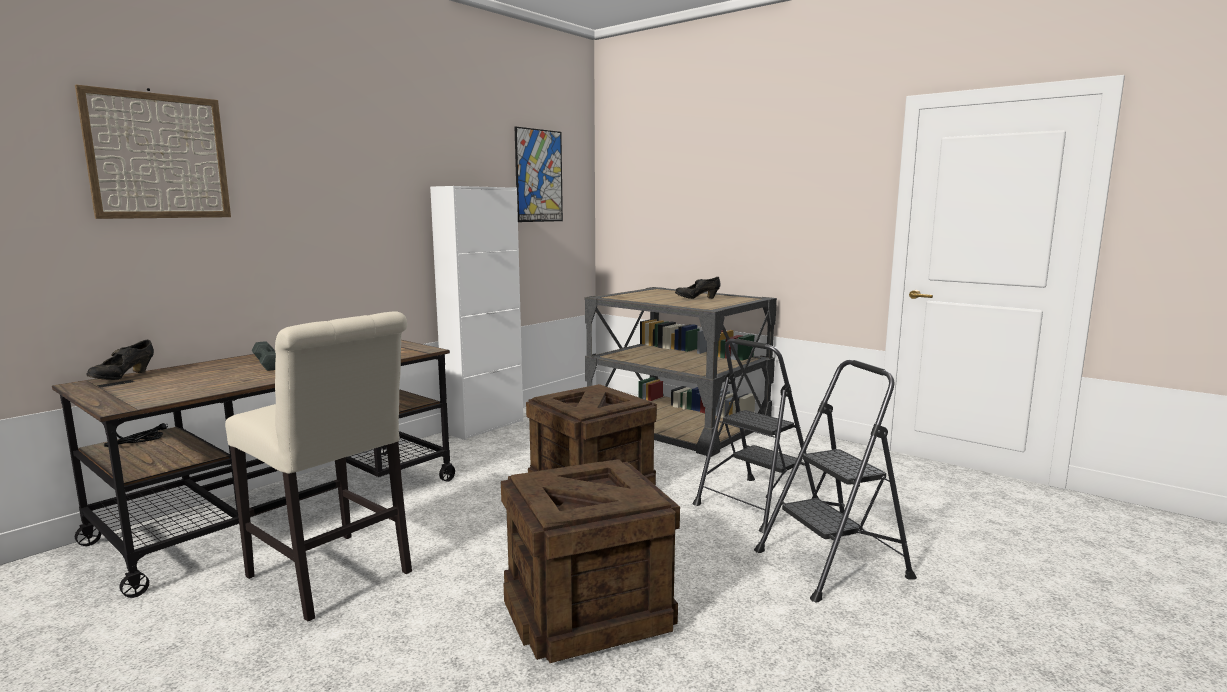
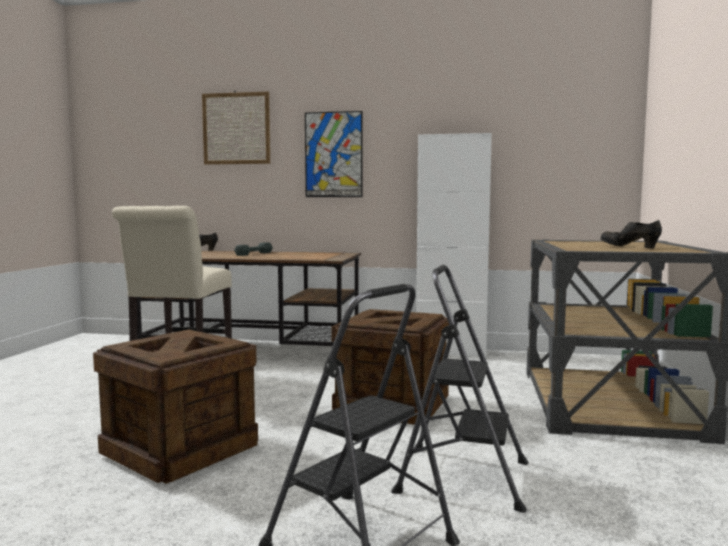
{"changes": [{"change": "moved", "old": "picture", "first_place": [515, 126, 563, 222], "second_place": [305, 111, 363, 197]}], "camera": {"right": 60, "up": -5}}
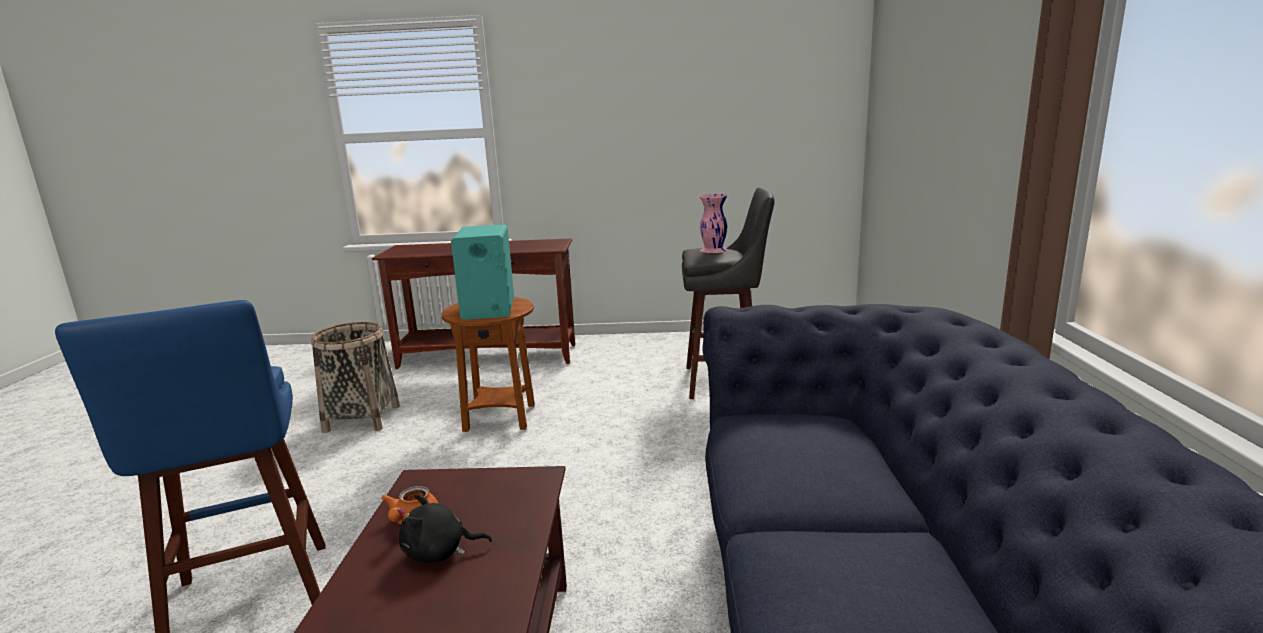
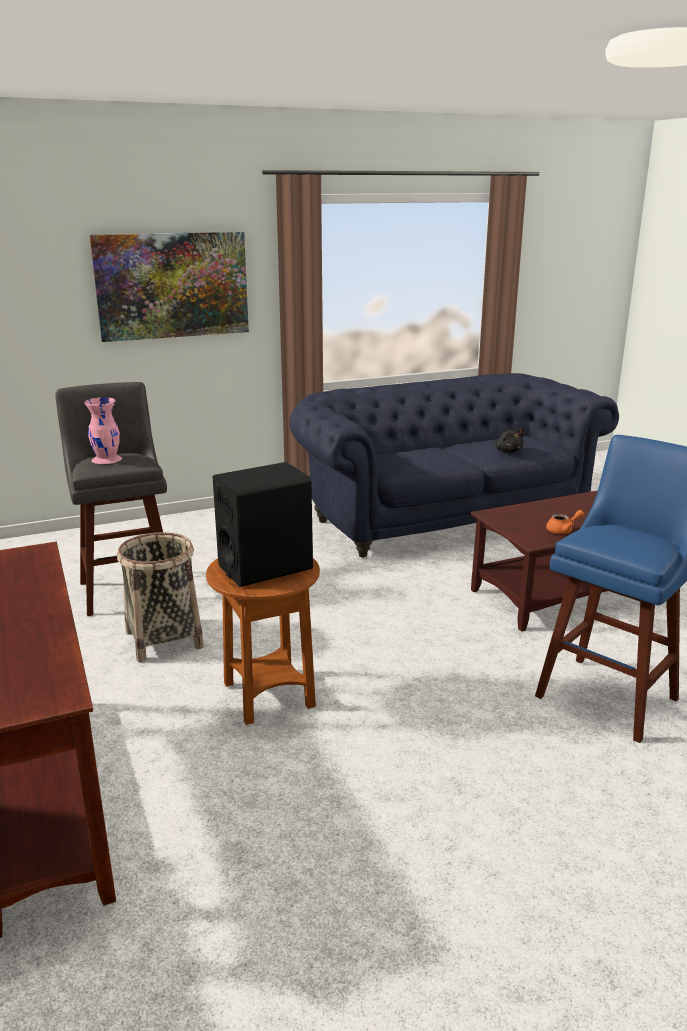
{"changes": [{"change": "recoloured", "old": "audio speaker (blue-green)", "new": "audio speaker (black-coloured)", "first_place": [451, 225, 514, 320], "second_place": [213, 462, 313, 587]}, {"change": "moved", "old": "household basket", "first_place": [311, 322, 400, 433], "second_place": [117, 532, 204, 662]}, {"change": "moved", "old": "plush toy (black-coloured)", "first_place": [398, 494, 492, 563], "second_place": [493, 429, 524, 453]}, {"change": "added", "new": "picture", "second_place": [89, 232, 249, 342]}], "camera": {"right": -115, "up": 5}}
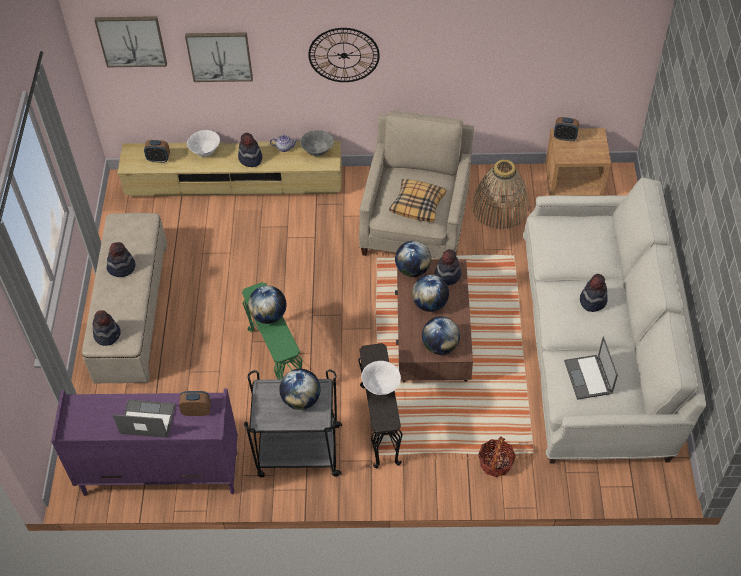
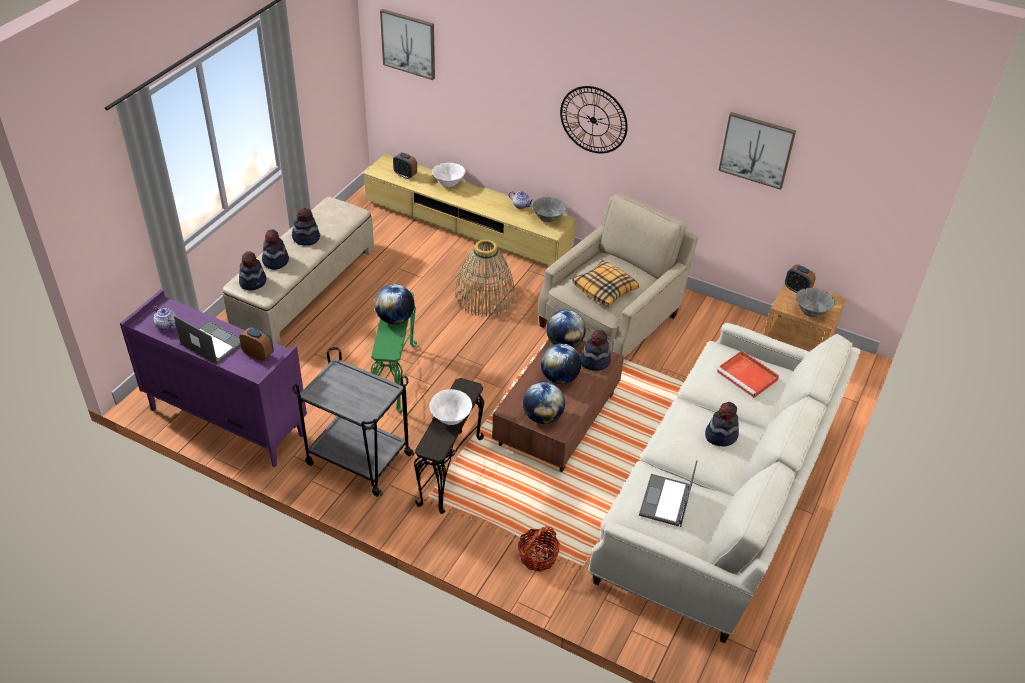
{"changes": [{"change": "moved", "old": "picture", "first_place": [185, 32, 253, 82], "second_place": [718, 112, 796, 190]}, {"change": "moved", "old": "wearable hat", "first_place": [238, 133, 262, 167], "second_place": [262, 229, 289, 270]}, {"change": "moved", "old": "household basket", "first_place": [472, 159, 529, 230], "second_place": [455, 239, 515, 316]}, {"change": "removed", "old": "world globe", "first_place": [279, 369, 320, 410]}, {"change": "added", "new": "bowl (greyish)", "second_place": [796, 288, 835, 317]}, {"change": "added", "new": "pot for tea", "second_place": [153, 305, 176, 331]}, {"change": "added", "new": "carrying tray (red-coloured)", "second_place": [717, 351, 779, 398]}], "camera": {"right": 25, "up": -10}}
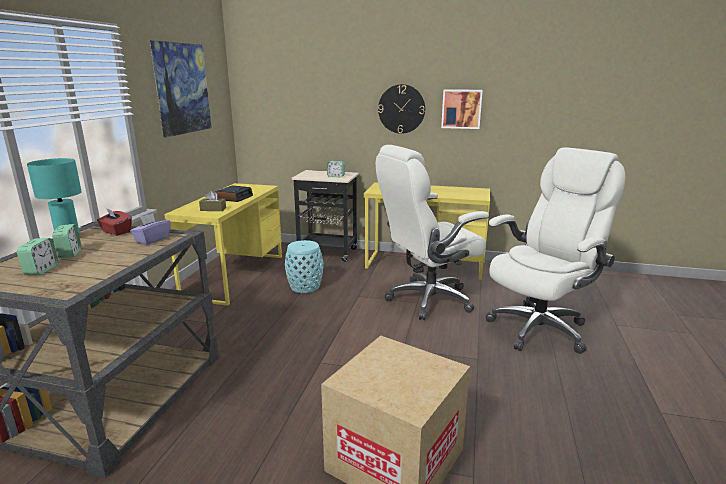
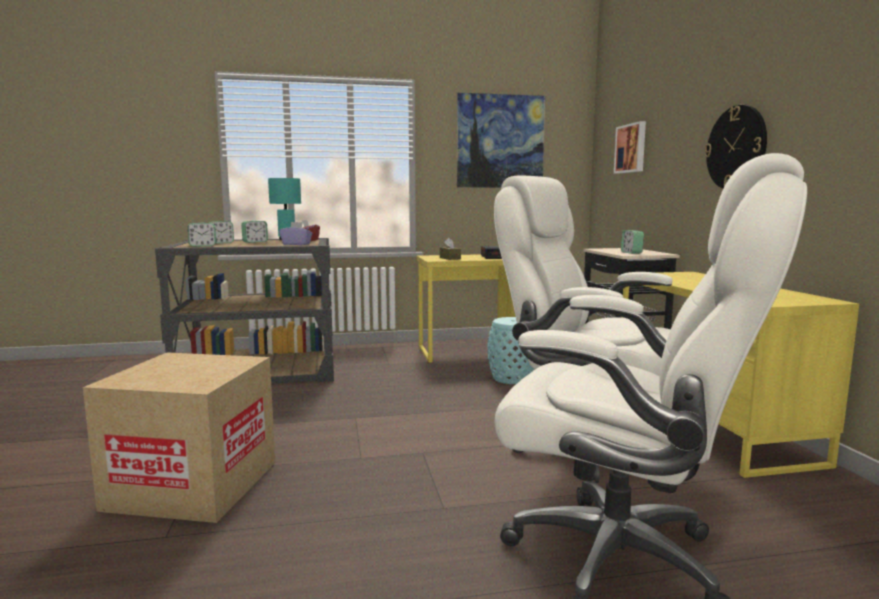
{"changes": [{"change": "moved", "old": "picture", "first_place": [441, 89, 483, 129], "second_place": [614, 121, 646, 174]}, {"change": "added", "new": "bedside clock", "second_place": [188, 223, 216, 247]}], "camera": {"right": 65, "up": -10}}
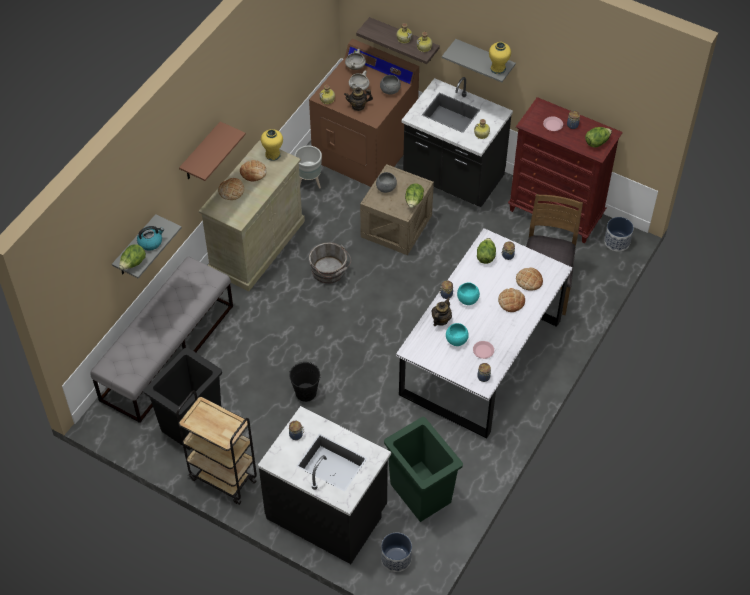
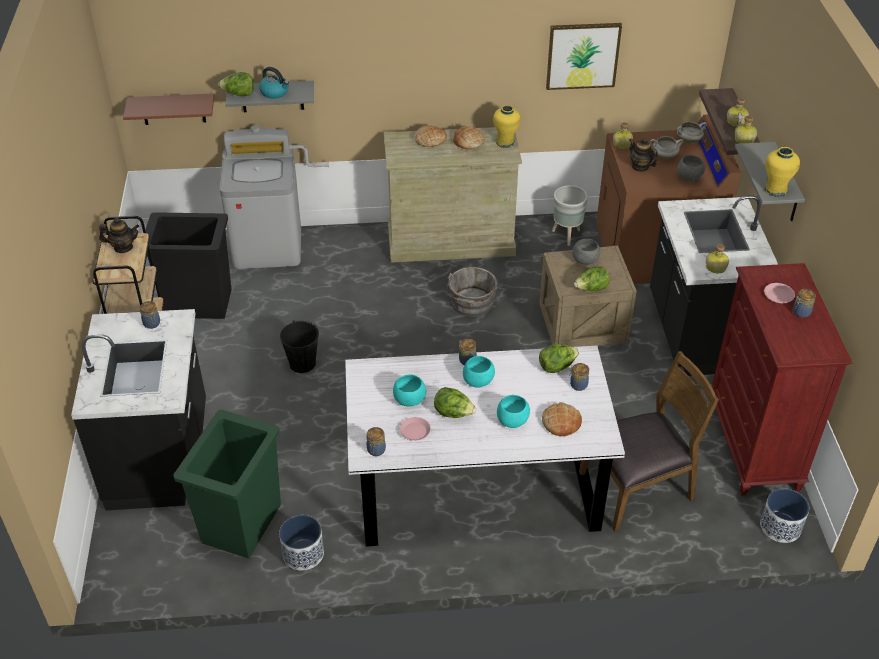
{"changes": [{"change": "moved", "old": "shelf (brown-coloured)", "first_place": [179, 122, 246, 181], "second_place": [123, 93, 214, 125]}, {"change": "moved", "old": "lettuce head", "first_place": [585, 127, 612, 147], "second_place": [434, 387, 476, 418]}, {"change": "replaced", "old": "indoor bench (greyish)", "new": "washing machine (greyish)", "first_place": [90, 256, 233, 423], "second_place": [220, 125, 329, 269]}, {"change": "replaced", "old": "bread", "new": "bowl (blue-green)", "first_place": [498, 288, 525, 312], "second_place": [497, 395, 530, 428]}, {"change": "moved", "old": "pot for tea", "first_place": [431, 297, 452, 326], "second_place": [99, 218, 139, 253]}, {"change": "moved", "old": "plant pot", "first_place": [381, 532, 412, 572], "second_place": [279, 515, 324, 570]}, {"change": "added", "new": "picture", "second_place": [546, 23, 622, 90]}], "camera": {"right": 55, "up": -10}}
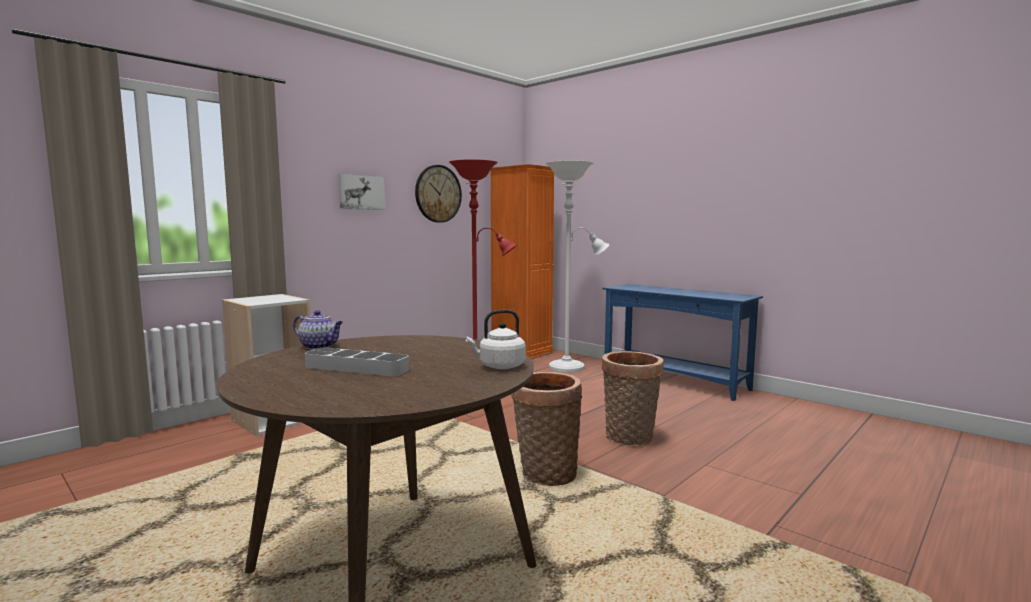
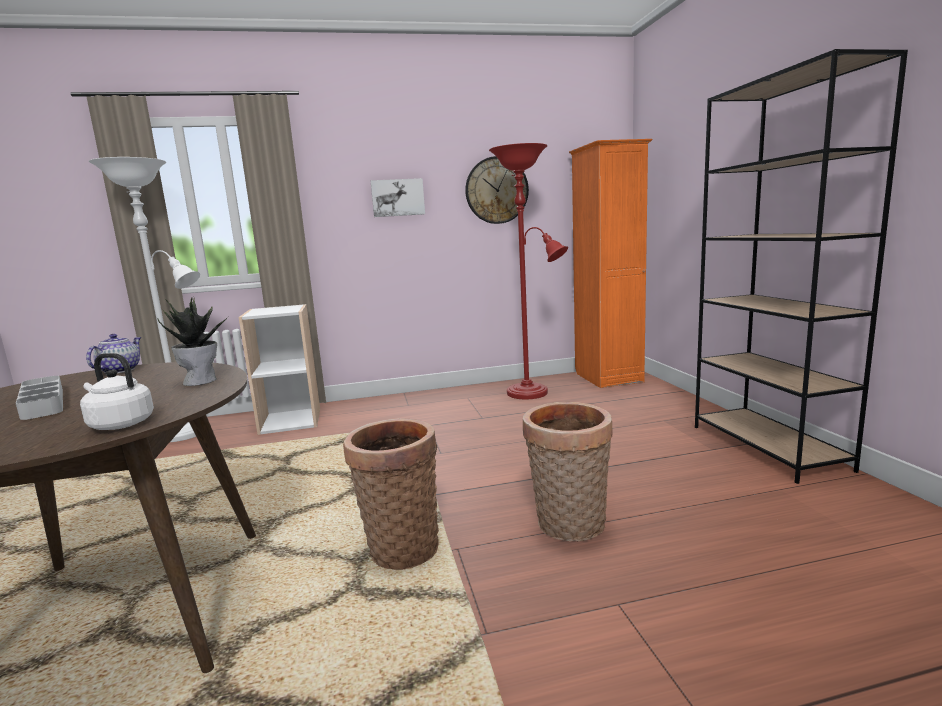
{"changes": [{"change": "moved", "old": "floor lamp (white-coloured)", "first_place": [546, 160, 609, 373], "second_place": [89, 157, 200, 442]}, {"change": "replaced", "old": "console table (bluish)", "new": "bookcase (sand-coloured)", "first_place": [602, 284, 763, 401], "second_place": [695, 49, 908, 484]}, {"change": "turned", "old": "pot for tea", "first_place": [293, 310, 343, 349], "second_place": [86, 334, 141, 373], "degrees": -135}, {"change": "added", "new": "plant in a pot", "second_place": [157, 298, 228, 386]}], "camera": {"right": 35, "up": 5}}
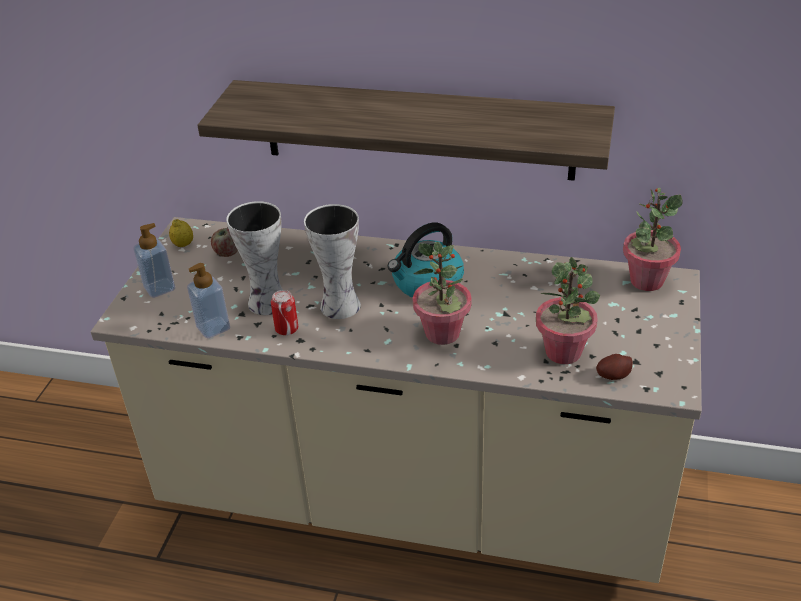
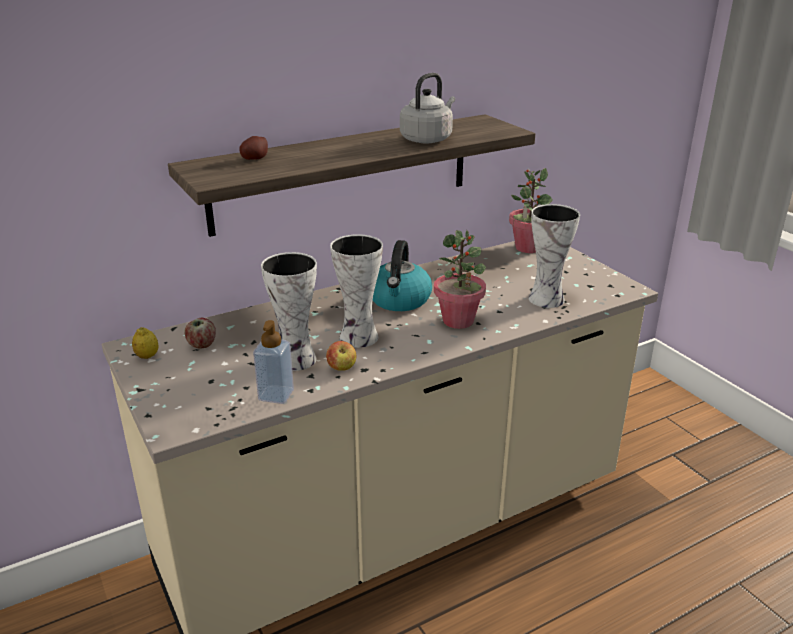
{"changes": [{"change": "removed", "old": "liquid soap bottle", "first_place": [133, 223, 175, 298]}, {"change": "replaced", "old": "plant in a pot", "new": "decorative vase", "first_place": [536, 257, 600, 364], "second_place": [529, 204, 580, 308]}, {"change": "replaced", "old": "can", "new": "whole apple", "first_place": [271, 290, 299, 335], "second_place": [326, 341, 356, 371]}, {"change": "moved", "old": "potato", "first_place": [596, 354, 633, 380], "second_place": [239, 136, 268, 160]}, {"change": "added", "new": "water kettle (greyish)", "second_place": [400, 73, 455, 144]}], "camera": {"right": -45, "up": -10}}
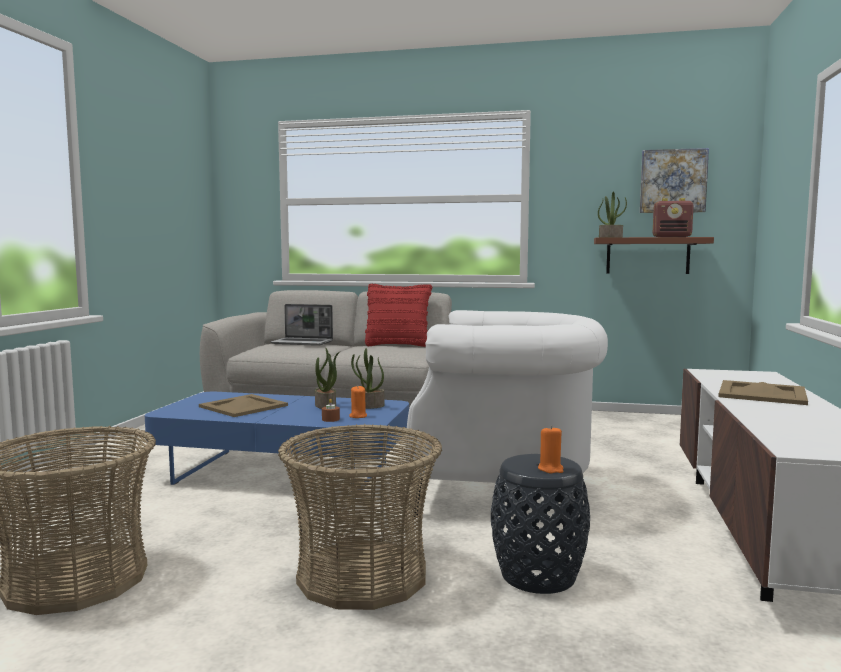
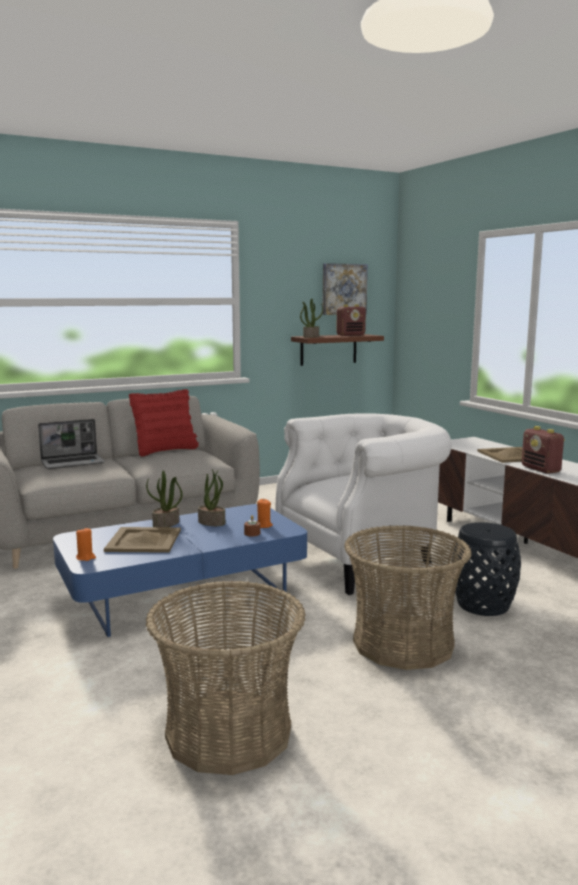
{"changes": [{"change": "moved", "old": "plant in a pot", "first_place": [351, 348, 384, 409], "second_place": [146, 470, 183, 527]}, {"change": "moved", "old": "candle (orange)", "first_place": [538, 425, 564, 473], "second_place": [76, 527, 96, 561]}, {"change": "added", "new": "radio receiver", "second_place": [522, 426, 565, 474]}], "camera": {"right": -40, "up": 5}}
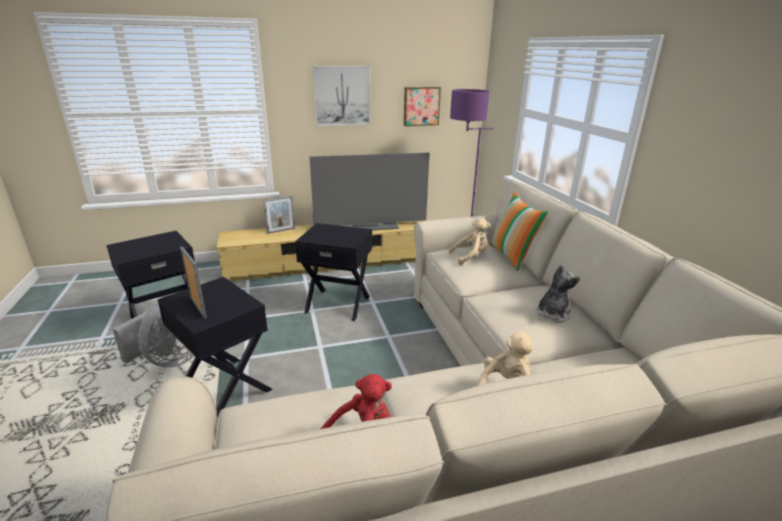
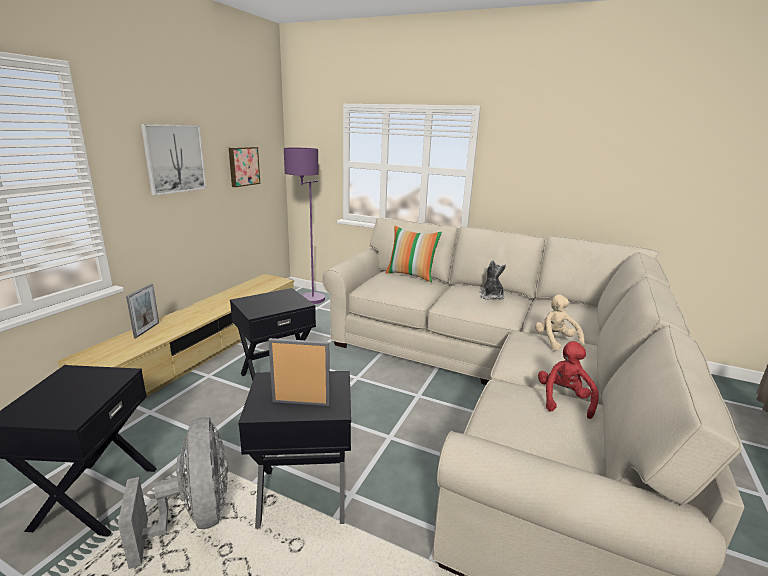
{"changes": [{"change": "removed", "old": "television", "first_place": [309, 153, 429, 231]}, {"change": "removed", "old": "plush toy (sand-coloured)", "first_place": [448, 218, 491, 265]}], "camera": {"right": -50, "up": -5}}
